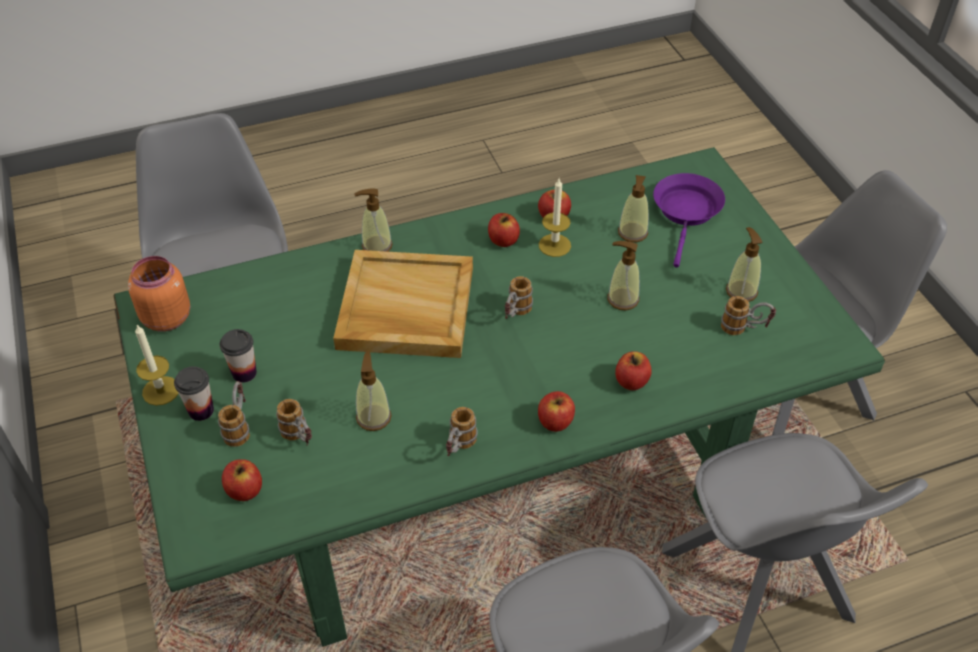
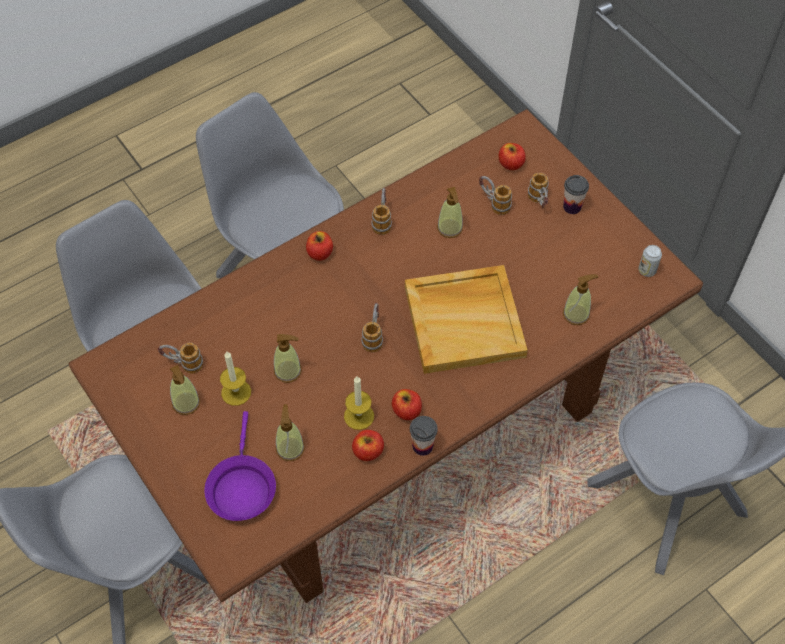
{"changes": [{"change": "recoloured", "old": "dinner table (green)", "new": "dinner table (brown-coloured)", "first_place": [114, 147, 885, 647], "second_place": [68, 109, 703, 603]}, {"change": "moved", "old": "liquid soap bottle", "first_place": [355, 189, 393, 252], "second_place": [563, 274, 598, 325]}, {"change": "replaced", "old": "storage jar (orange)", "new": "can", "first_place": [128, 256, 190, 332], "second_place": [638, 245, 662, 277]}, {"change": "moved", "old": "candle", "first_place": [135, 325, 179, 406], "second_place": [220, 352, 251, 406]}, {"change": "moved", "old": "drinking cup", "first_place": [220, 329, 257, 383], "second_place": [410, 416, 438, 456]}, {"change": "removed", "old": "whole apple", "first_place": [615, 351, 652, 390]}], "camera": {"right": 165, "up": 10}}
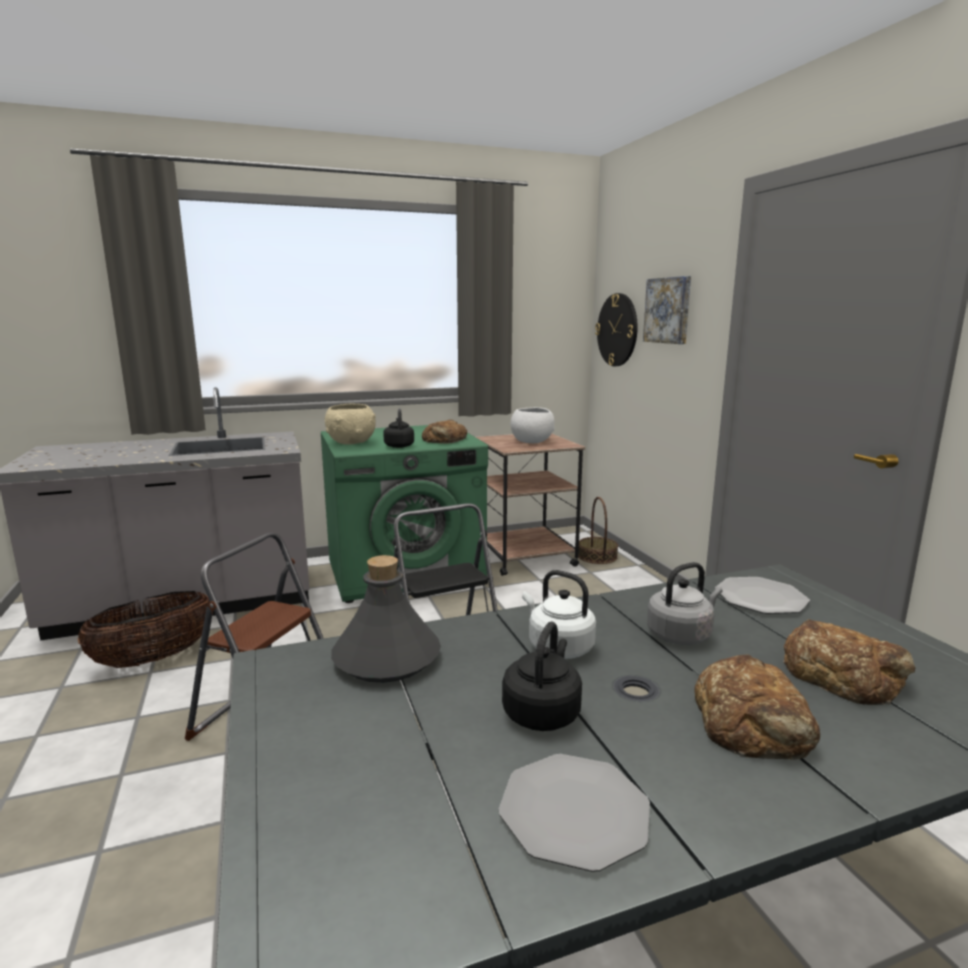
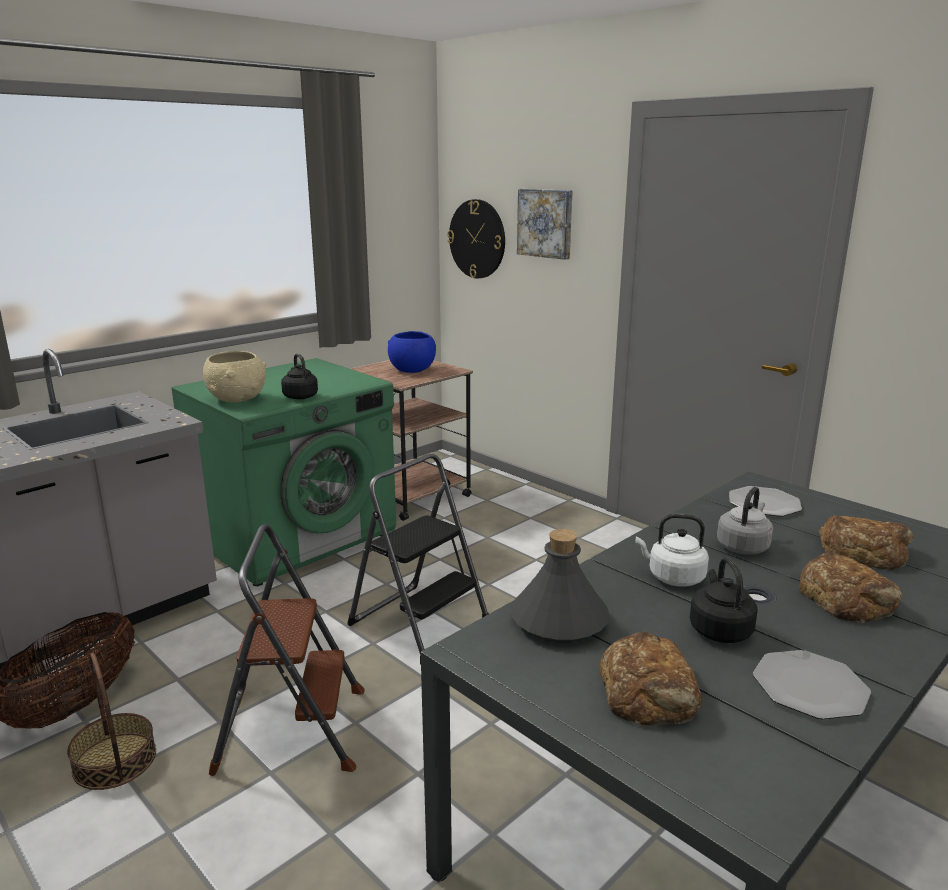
{"changes": [{"change": "recoloured", "old": "bowl (white-coloured)", "new": "bowl (bluish)", "first_place": [511, 407, 555, 443], "second_place": [388, 331, 436, 373]}, {"change": "moved", "old": "bread", "first_place": [422, 420, 467, 444], "second_place": [600, 632, 702, 726]}, {"change": "moved", "old": "household basket", "first_place": [578, 497, 618, 564], "second_place": [67, 653, 156, 790]}], "camera": {"right": -25, "up": 5}}
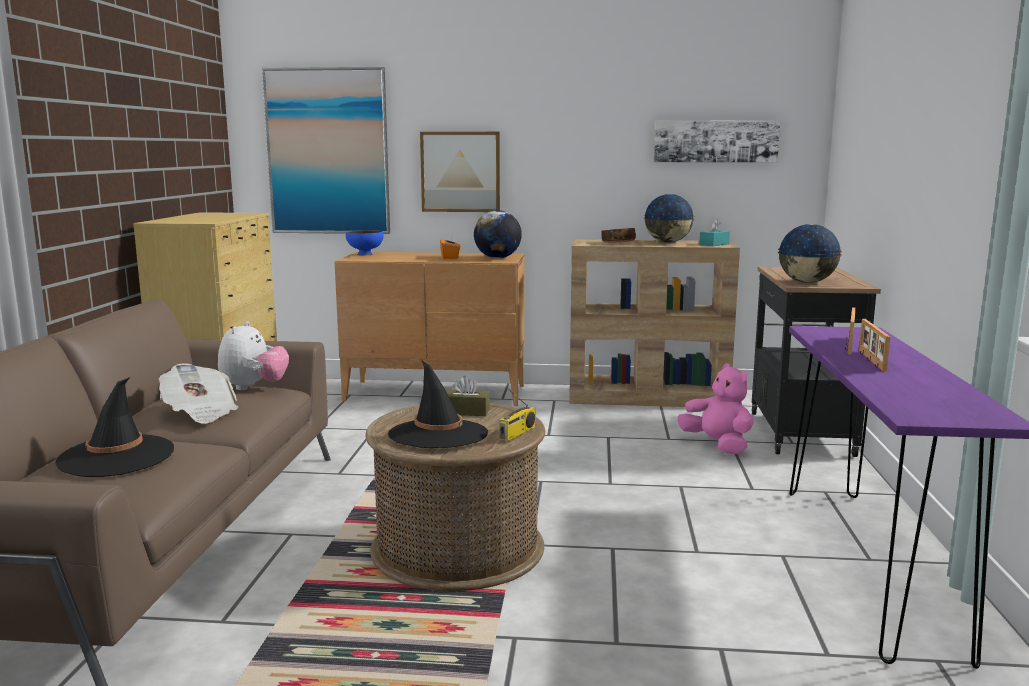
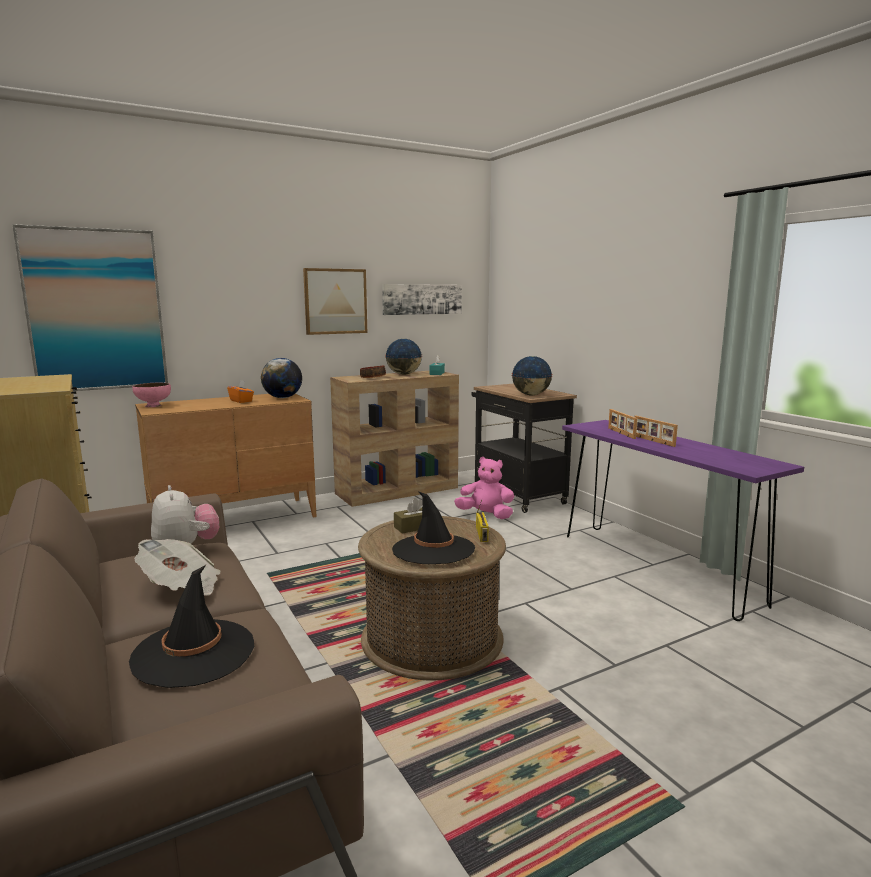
{"changes": [{"change": "moved", "old": "picture", "first_place": [420, 132, 500, 212], "second_place": [303, 268, 367, 335]}, {"change": "recoloured", "old": "bowl (bluish)", "new": "bowl (pinkish)", "first_place": [346, 230, 383, 256], "second_place": [132, 383, 171, 407]}], "camera": {"right": -35, "up": 0}}
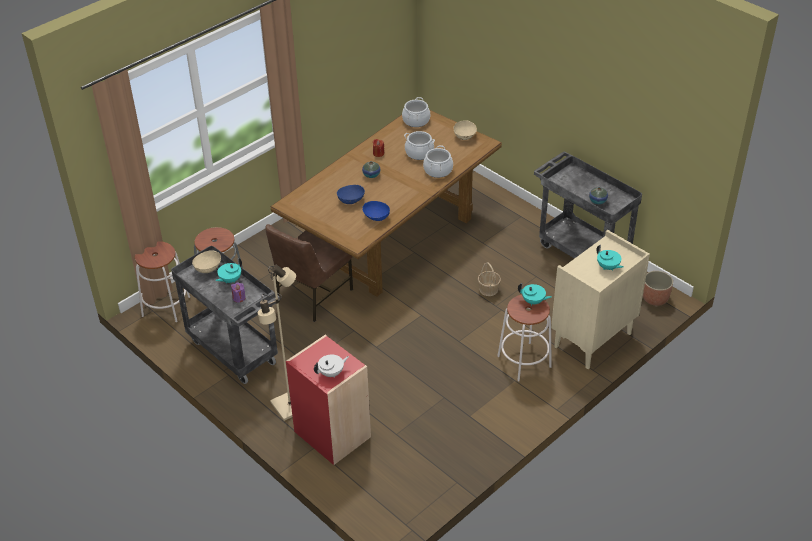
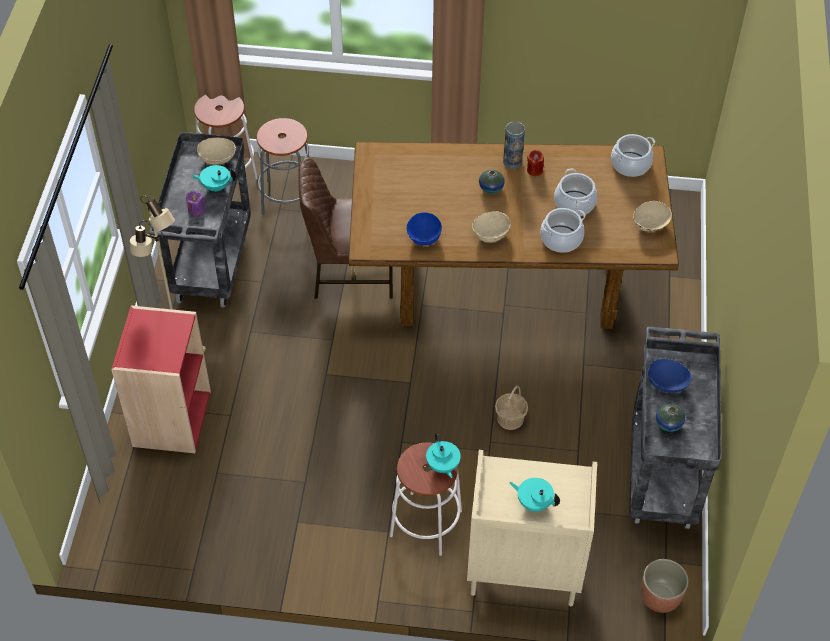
{"changes": [{"change": "moved", "old": "bowl (bluish)", "first_place": [337, 185, 365, 204], "second_place": [648, 358, 692, 393]}, {"change": "turned", "old": "pot for tea (blue-green)", "first_place": [596, 245, 624, 271], "second_place": [510, 478, 560, 512], "degrees": 105}, {"change": "removed", "old": "pot for tea (white-coloured)", "first_place": [314, 354, 349, 378]}, {"change": "added", "new": "decorative vase", "second_place": [503, 121, 525, 169]}, {"change": "added", "new": "bowl (sand-coloured)", "second_place": [472, 211, 511, 243]}], "camera": {"right": 50, "up": 10}}
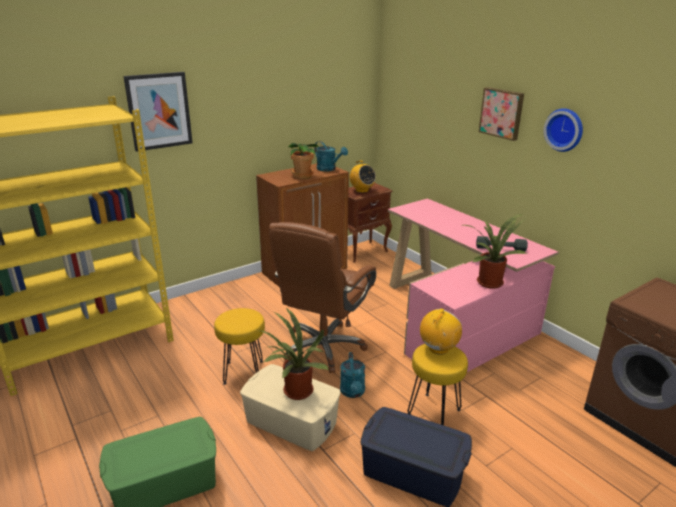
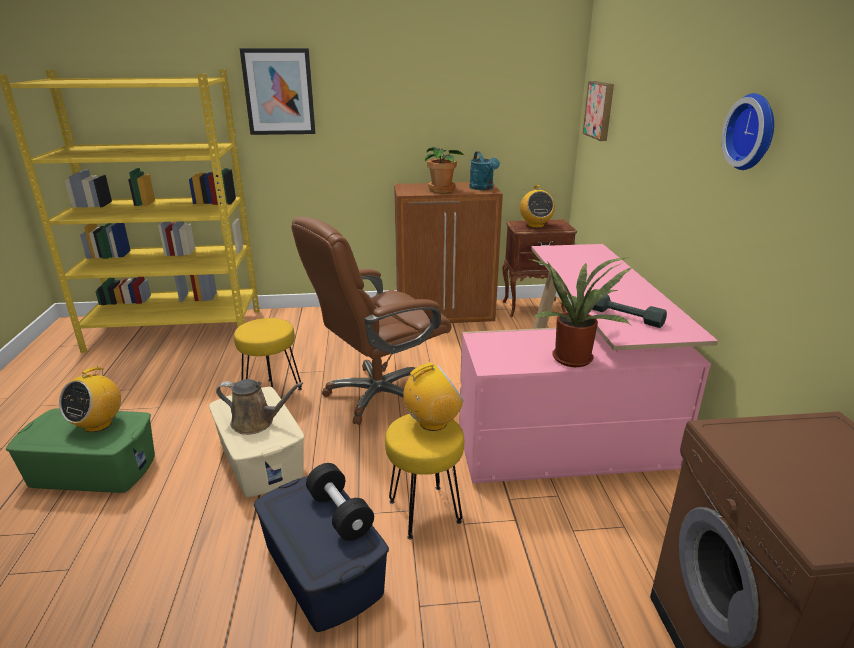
{"changes": [{"change": "moved", "old": "picture", "first_place": [479, 87, 524, 141], "second_place": [583, 81, 614, 141]}, {"change": "replaced", "old": "plant in a pot", "new": "watering can (brown-coloured)", "first_place": [258, 307, 329, 400], "second_place": [216, 379, 303, 435]}, {"change": "removed", "old": "watering can (blue-green)", "first_place": [340, 352, 365, 398]}, {"change": "added", "new": "radio receiver", "second_place": [59, 367, 121, 432]}, {"change": "added", "new": "free weight (black-coloured)", "second_place": [306, 463, 374, 541]}], "camera": {"right": 30, "up": 0}}
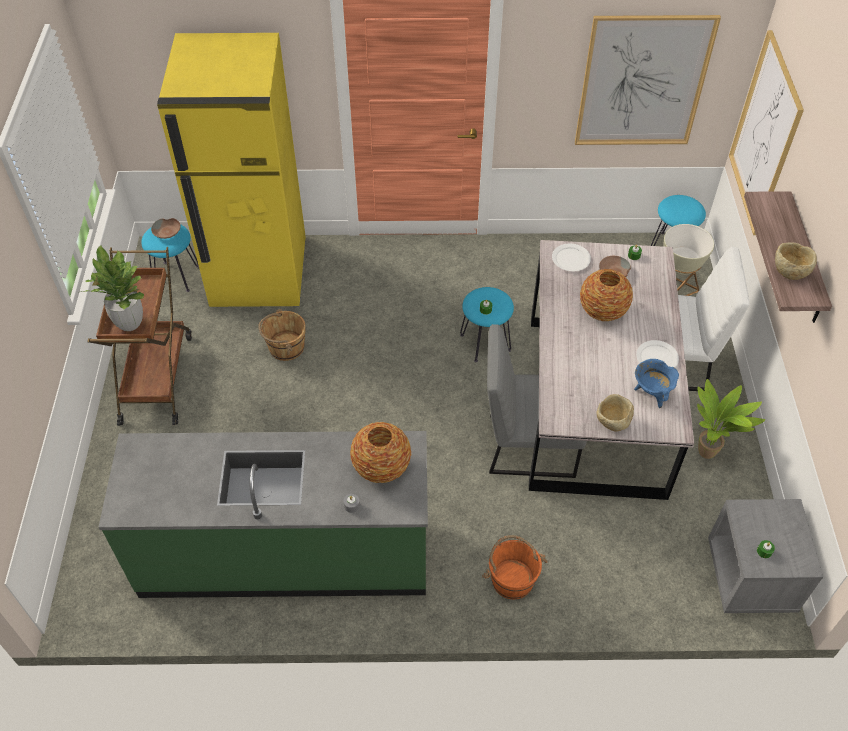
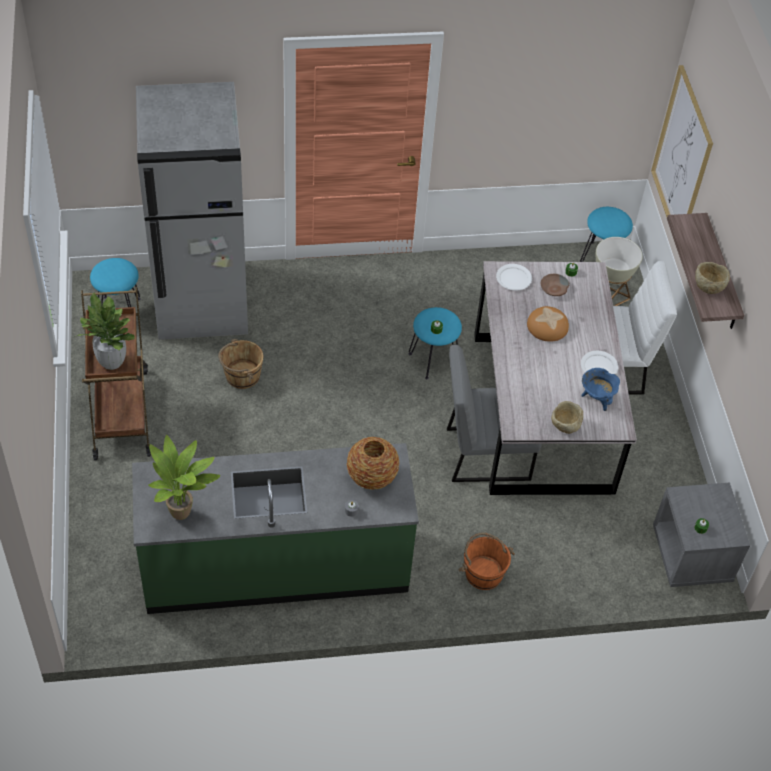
{"changes": [{"change": "removed", "old": "picture", "first_place": [575, 15, 721, 145]}, {"change": "recoloured", "old": "refrigerator (yellow-coloured)", "new": "refrigerator (greyish)", "first_place": [157, 33, 306, 307], "second_place": [136, 82, 248, 340]}, {"change": "removed", "old": "bowl (brown-coloured)", "first_place": [151, 218, 180, 239]}, {"change": "replaced", "old": "decorative vase", "new": "bread", "first_place": [580, 269, 633, 321], "second_place": [527, 306, 569, 342]}, {"change": "moved", "old": "plant in a pot", "first_place": [697, 379, 765, 459], "second_place": [148, 435, 220, 520]}], "camera": {"right": -10, "up": 0}}
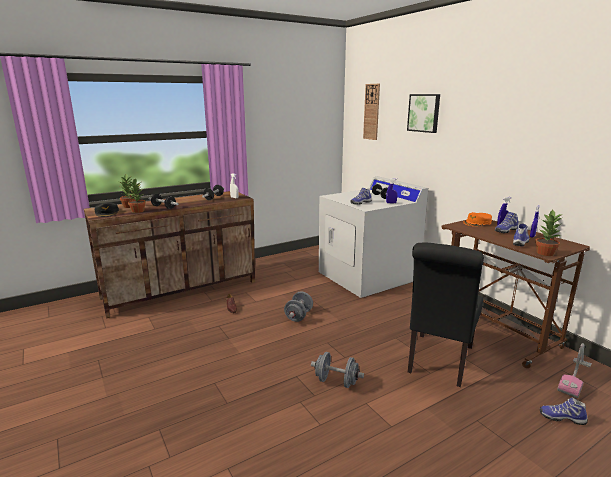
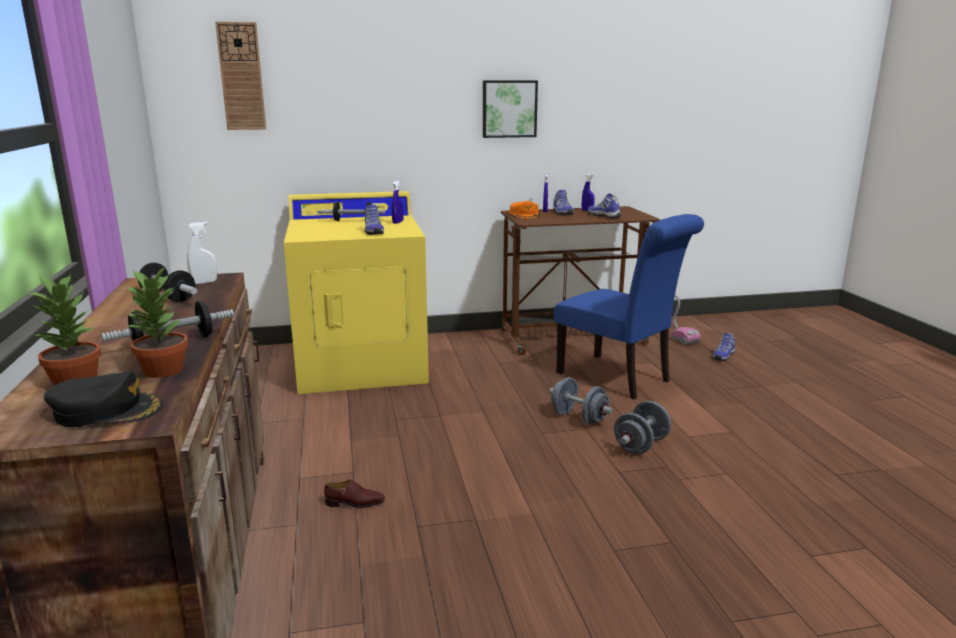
{"changes": [{"change": "moved", "old": "picture", "first_place": [407, 94, 440, 133], "second_place": [483, 80, 538, 138]}, {"change": "recoloured", "old": "washing machine (white-coloured)", "new": "washing machine (yellow-coloured)", "first_place": [319, 176, 428, 298], "second_place": [284, 191, 429, 394]}, {"change": "removed", "old": "plant in a pot", "first_place": [535, 210, 562, 256]}, {"change": "recoloured", "old": "plain chair (black-coloured)", "new": "plain chair (bluish)", "first_place": [408, 243, 484, 387], "second_place": [554, 214, 704, 400]}, {"change": "moved", "old": "free weight (greyish)", "first_place": [284, 292, 313, 322], "second_place": [549, 377, 613, 425]}], "camera": {"right": -70, "up": 0}}
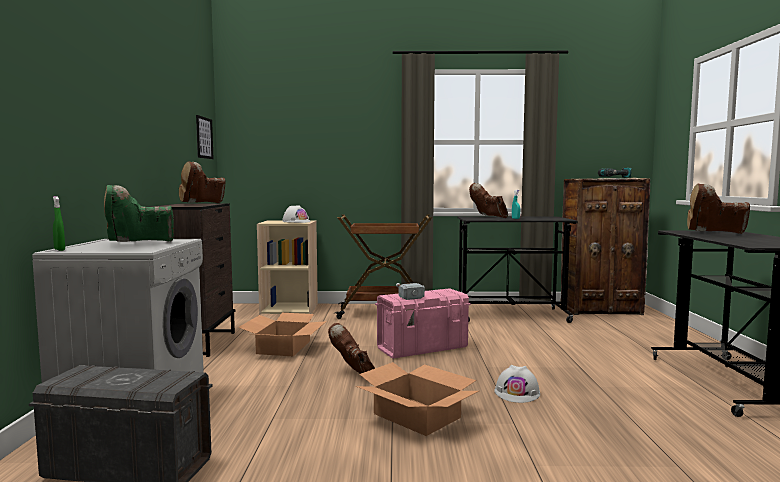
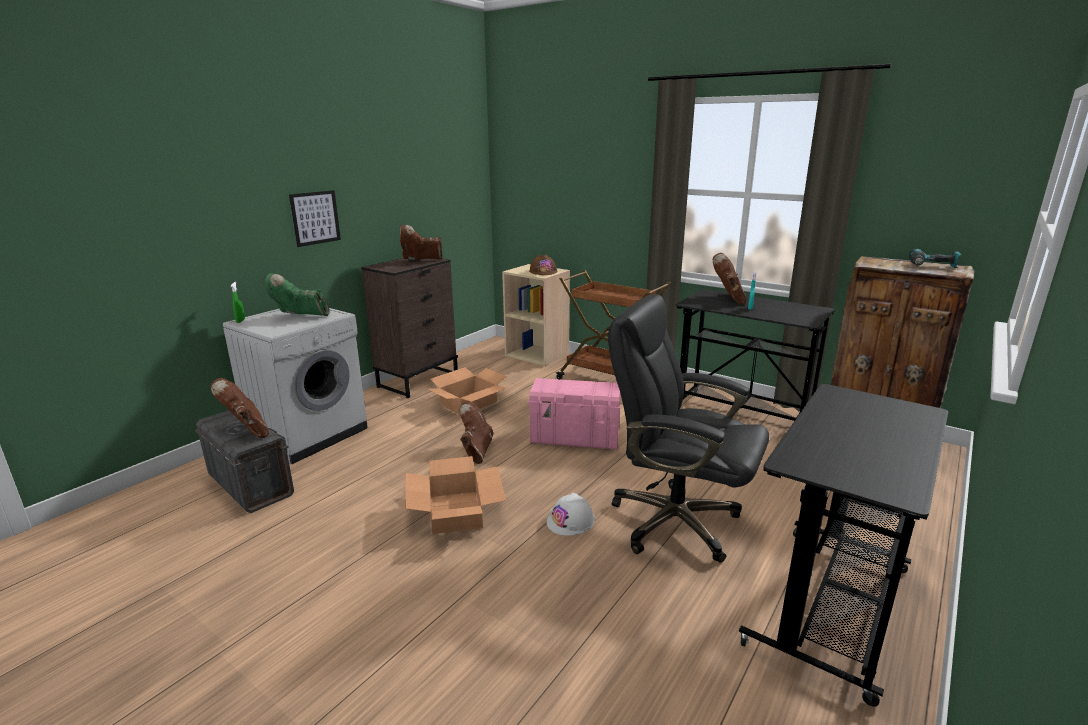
{"changes": [{"change": "moved", "old": "picture", "first_place": [196, 115, 214, 159], "second_place": [289, 190, 341, 247]}, {"change": "moved", "old": "high-top boot (brown-coloured)", "first_place": [687, 184, 750, 234], "second_place": [210, 378, 269, 438]}, {"change": "recoloured", "old": "work helmet (white-coloured)", "new": "work helmet (brown-coloured)", "first_place": [282, 205, 311, 223], "second_place": [529, 255, 558, 275]}, {"change": "removed", "old": "tool hammer", "first_place": [396, 283, 425, 300]}, {"change": "added", "new": "computer chair (black-coloured)", "second_place": [608, 294, 769, 562]}], "camera": {"right": 35, "up": 15}}
